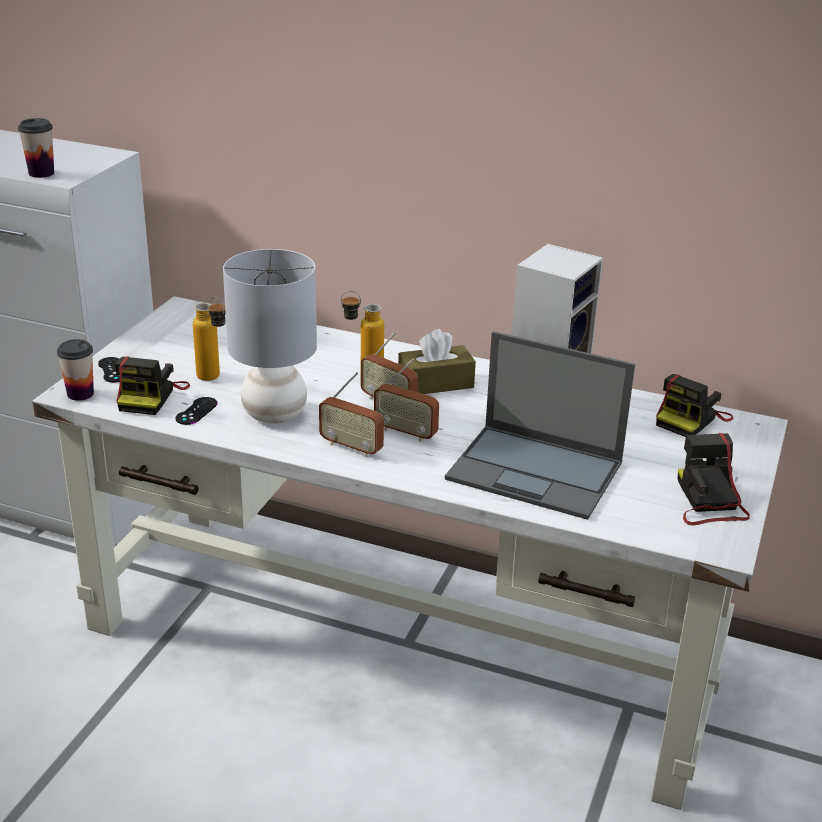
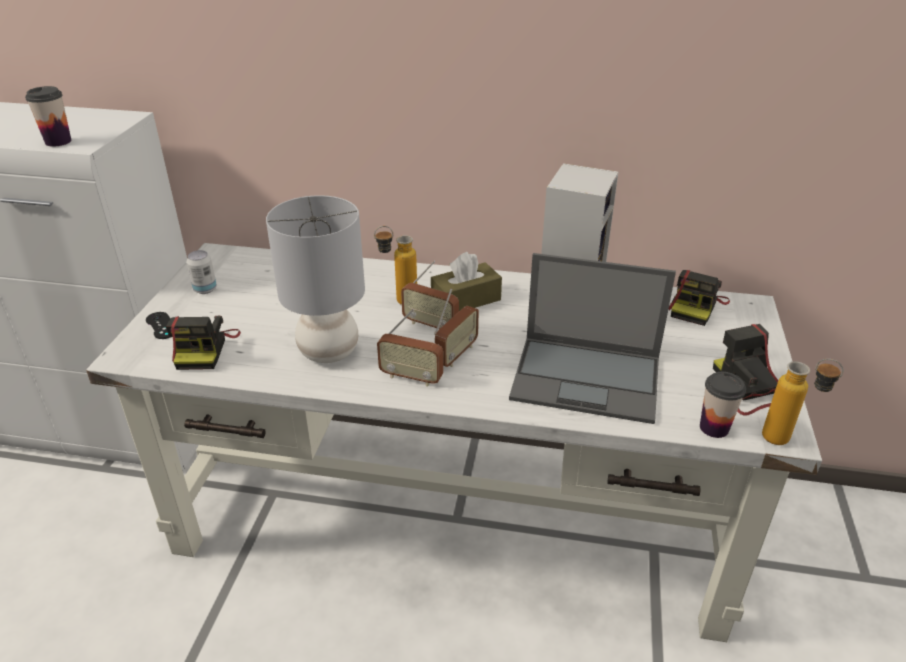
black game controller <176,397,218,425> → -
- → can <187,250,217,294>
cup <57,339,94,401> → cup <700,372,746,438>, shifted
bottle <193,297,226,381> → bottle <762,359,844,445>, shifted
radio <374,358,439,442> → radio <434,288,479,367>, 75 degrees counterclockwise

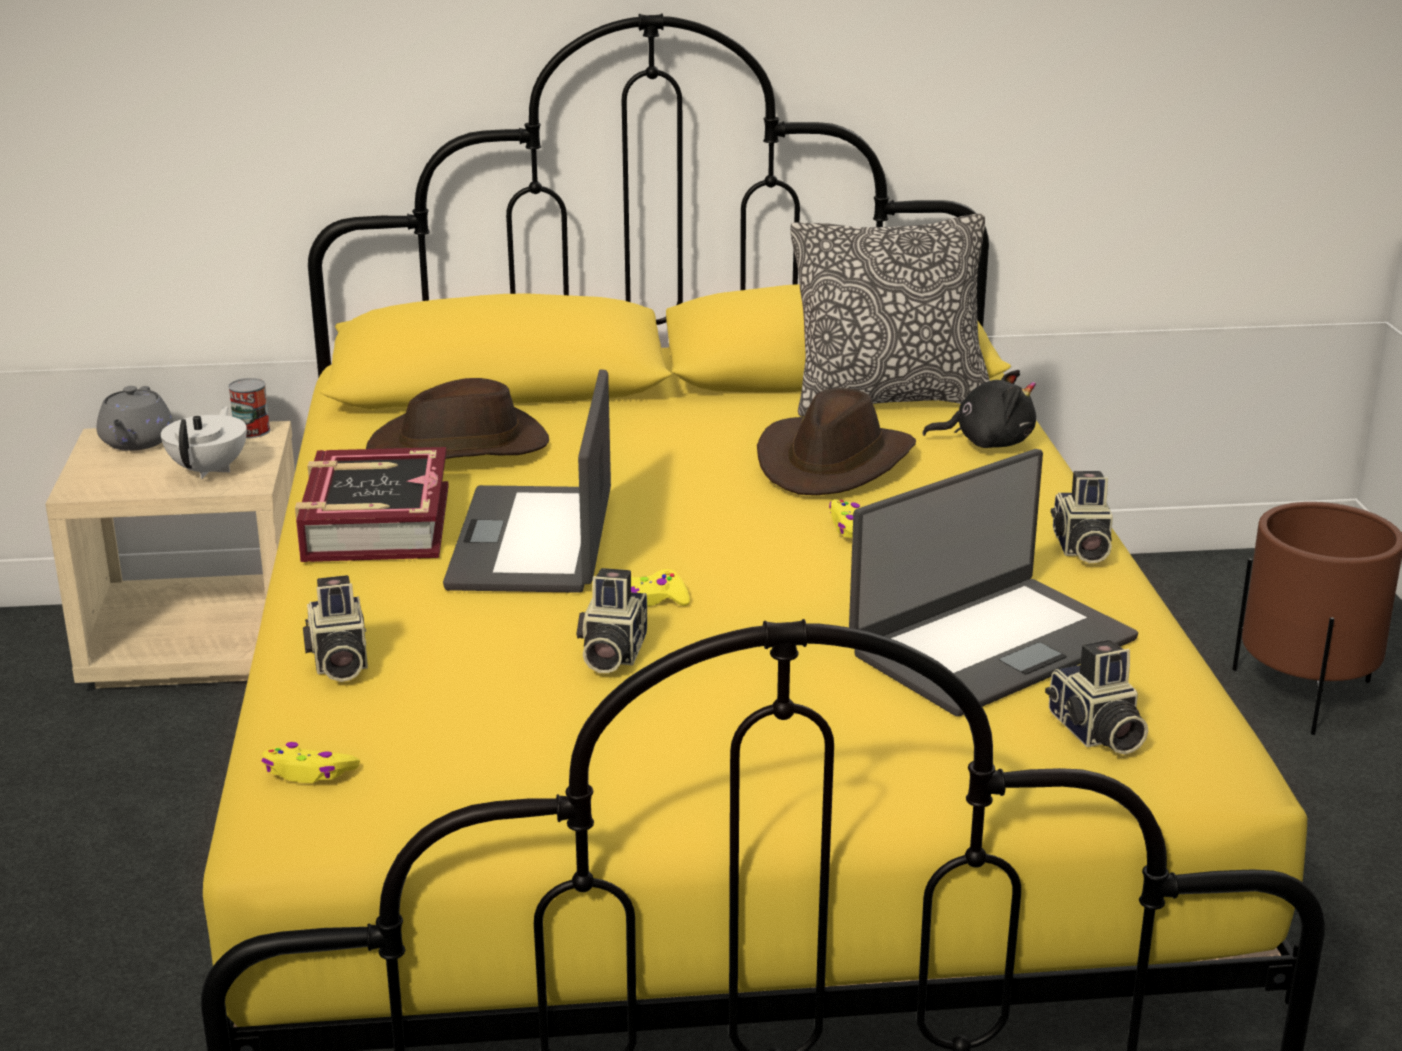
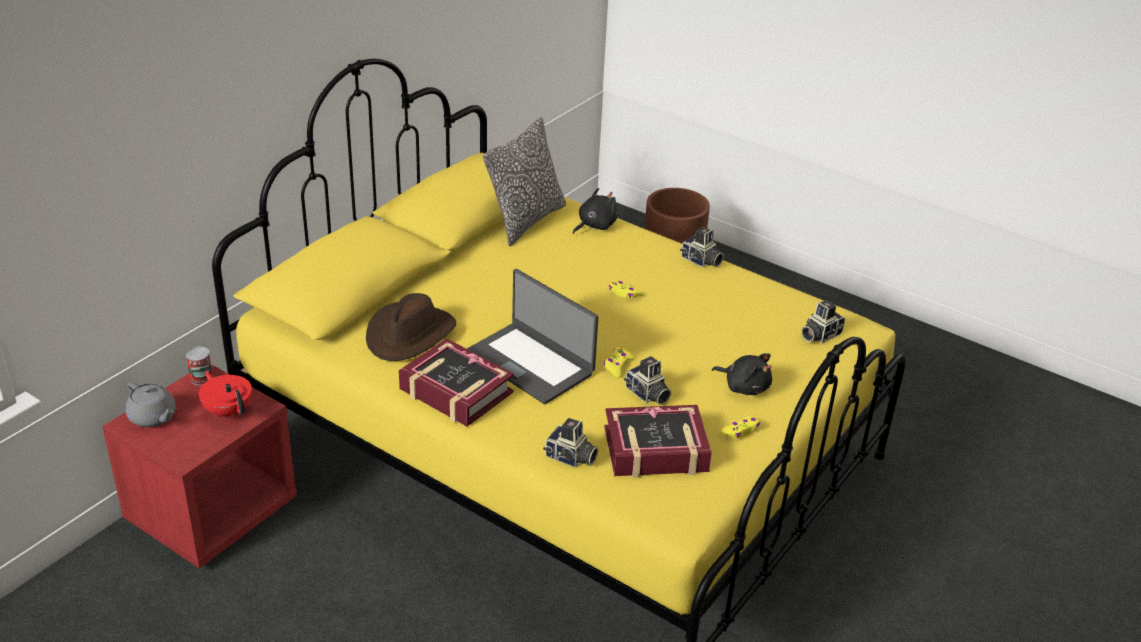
brown hat <757,388,916,495> → -
laptop <849,449,1138,717> → -
- → book <604,405,712,478>
- → black plush toy <712,353,772,395>
yellow game controller <261,742,360,783> → yellow game controller <720,416,760,438>, shifted
beige nightstand <46,421,295,689> → red nightstand <102,364,297,568>
white teapot <161,406,247,479> → red teapot <199,371,252,418>
photo camera <1045,640,1148,755> → photo camera <801,300,845,343>, 120 degrees clockwise

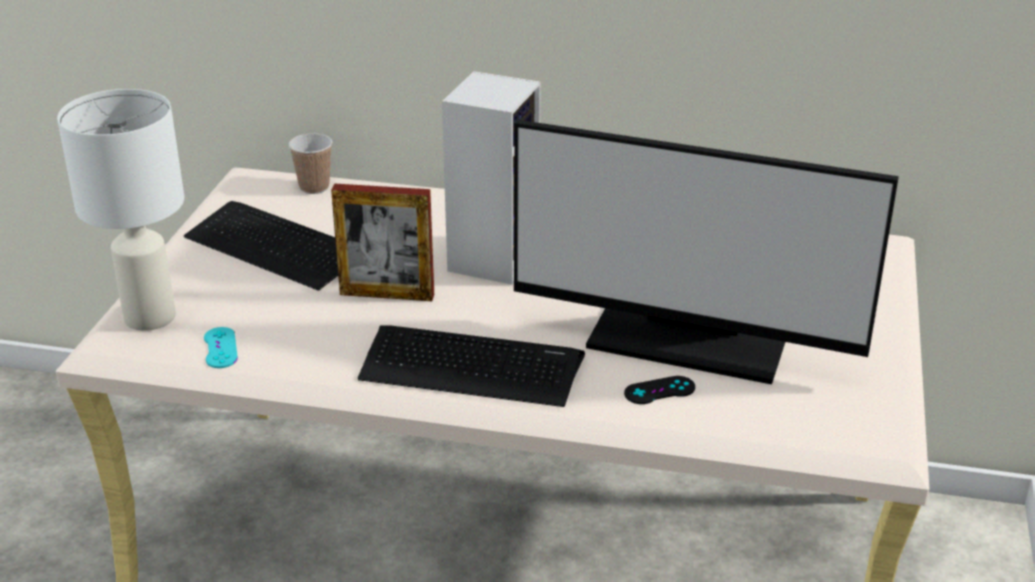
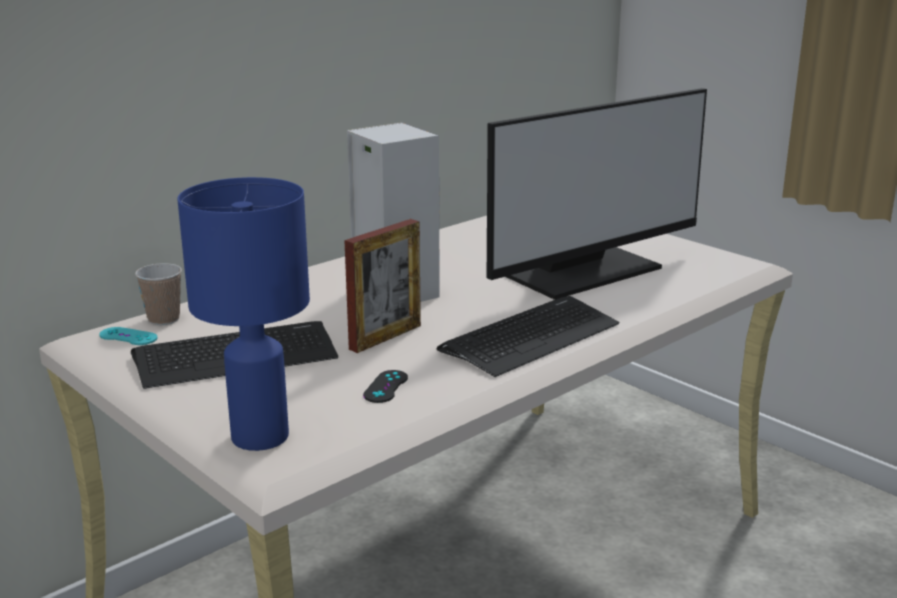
turquoise game controller <204,327,238,368> → turquoise game controller <99,327,157,345>, shifted
black game controller <624,376,695,404> → black game controller <363,370,408,403>, shifted
white table lamp <57,89,184,331> → blue table lamp <177,177,310,451>

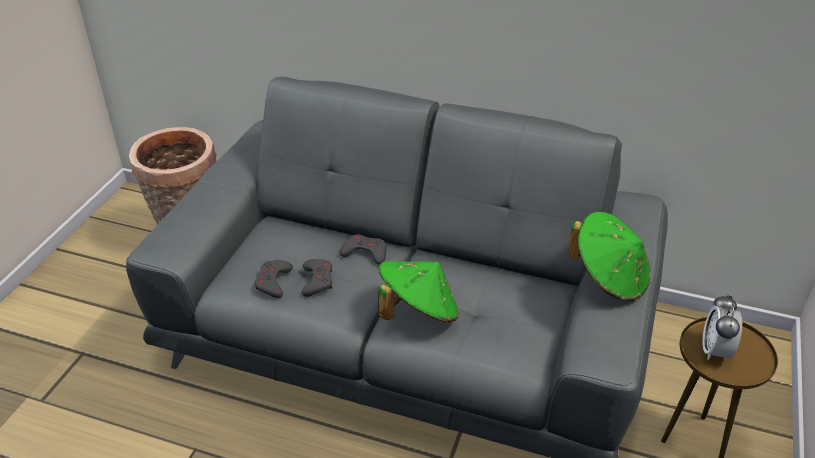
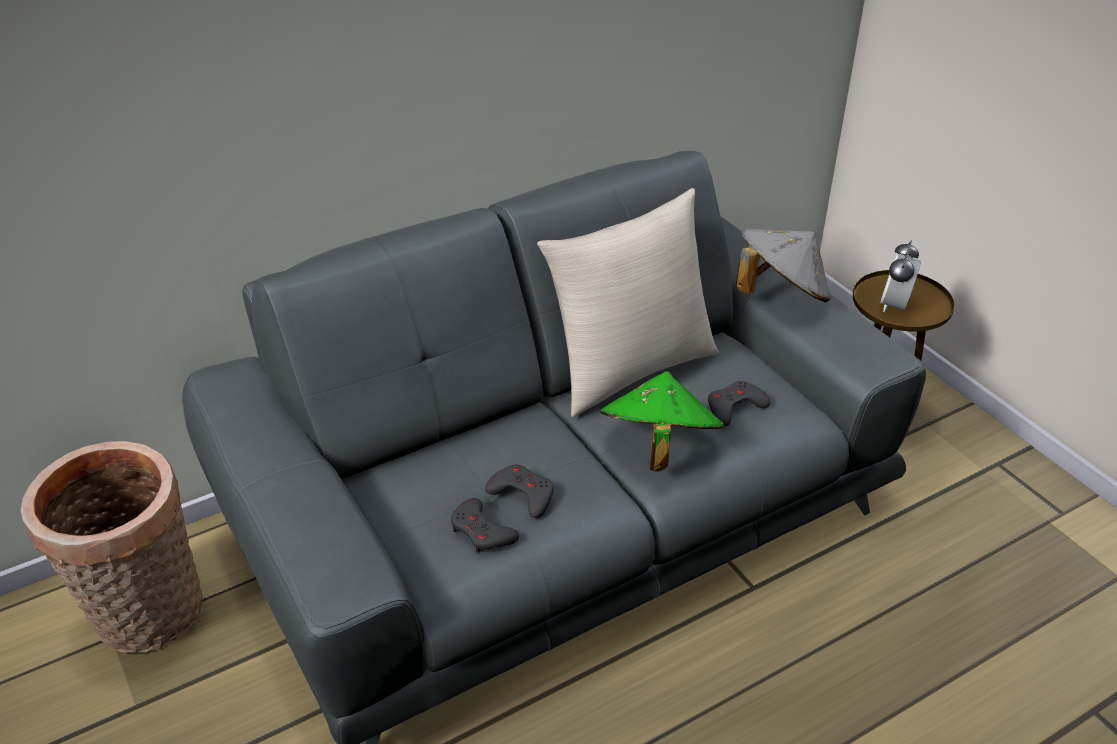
- → beige pillow <537,188,719,417>
grey game controller <340,234,386,264> → grey game controller <708,381,770,426>, shifted
green hat <569,212,651,301> → grey hat <736,229,831,302>
alarm clock <702,294,742,360> → alarm clock <880,241,921,312>, 60 degrees clockwise

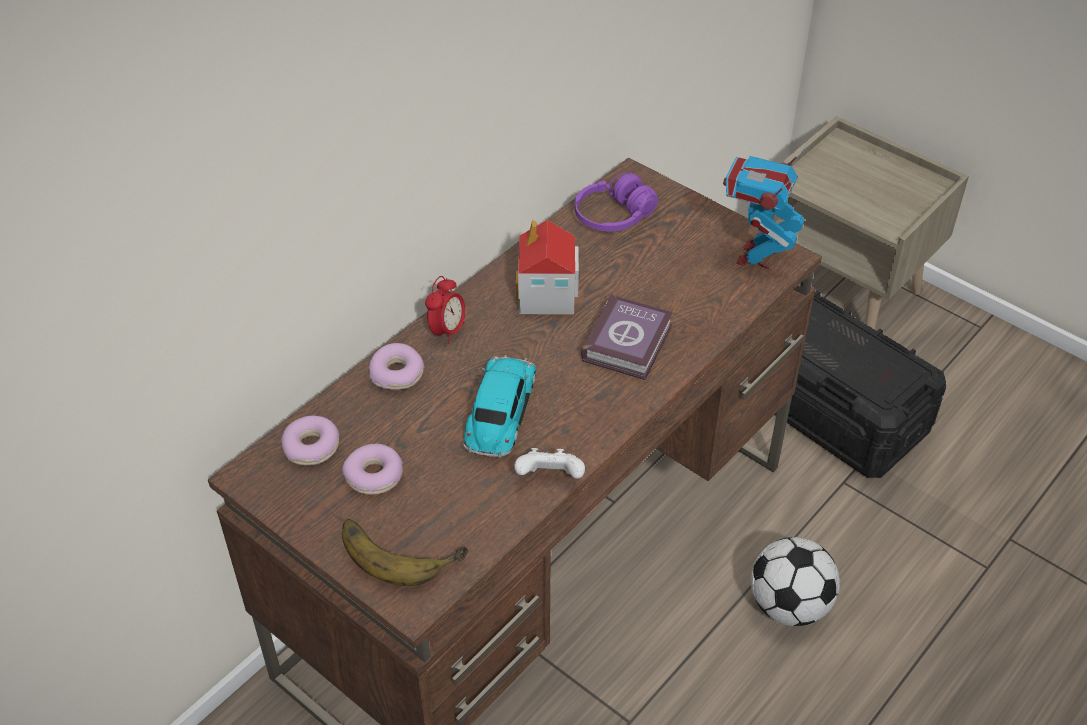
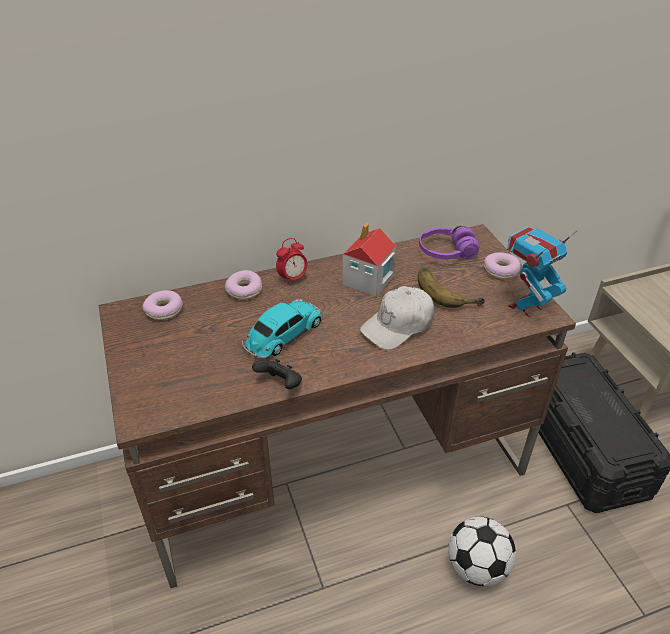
donut <342,444,403,495> → donut <484,252,521,279>, shifted
banana <342,519,468,586> → banana <418,267,485,308>, shifted
book <581,294,673,380> → white cap <360,286,434,350>
white game controller <514,448,585,479> → black game controller <252,359,302,389>

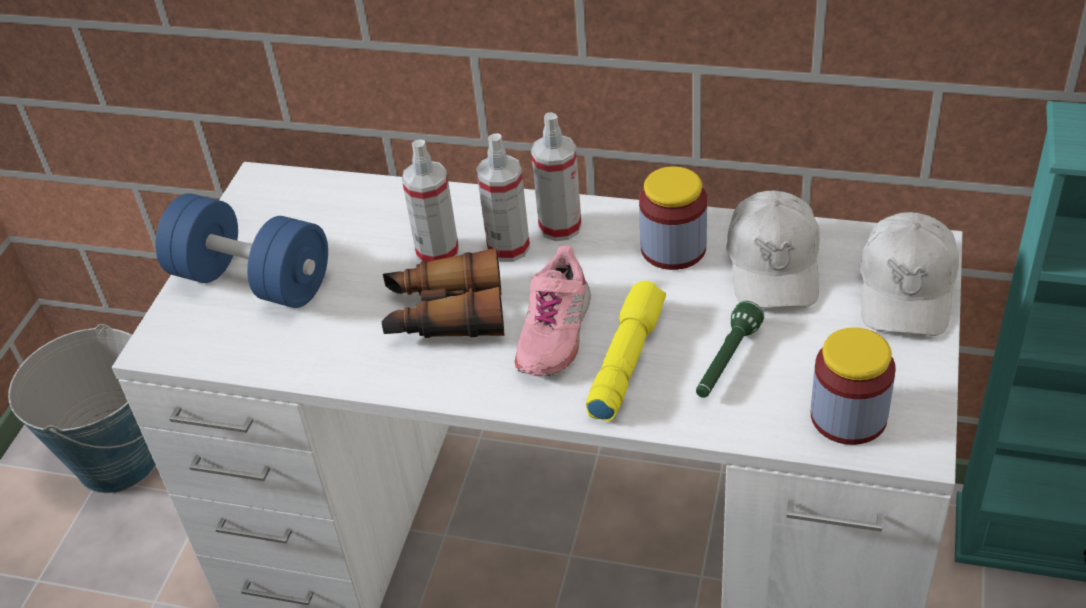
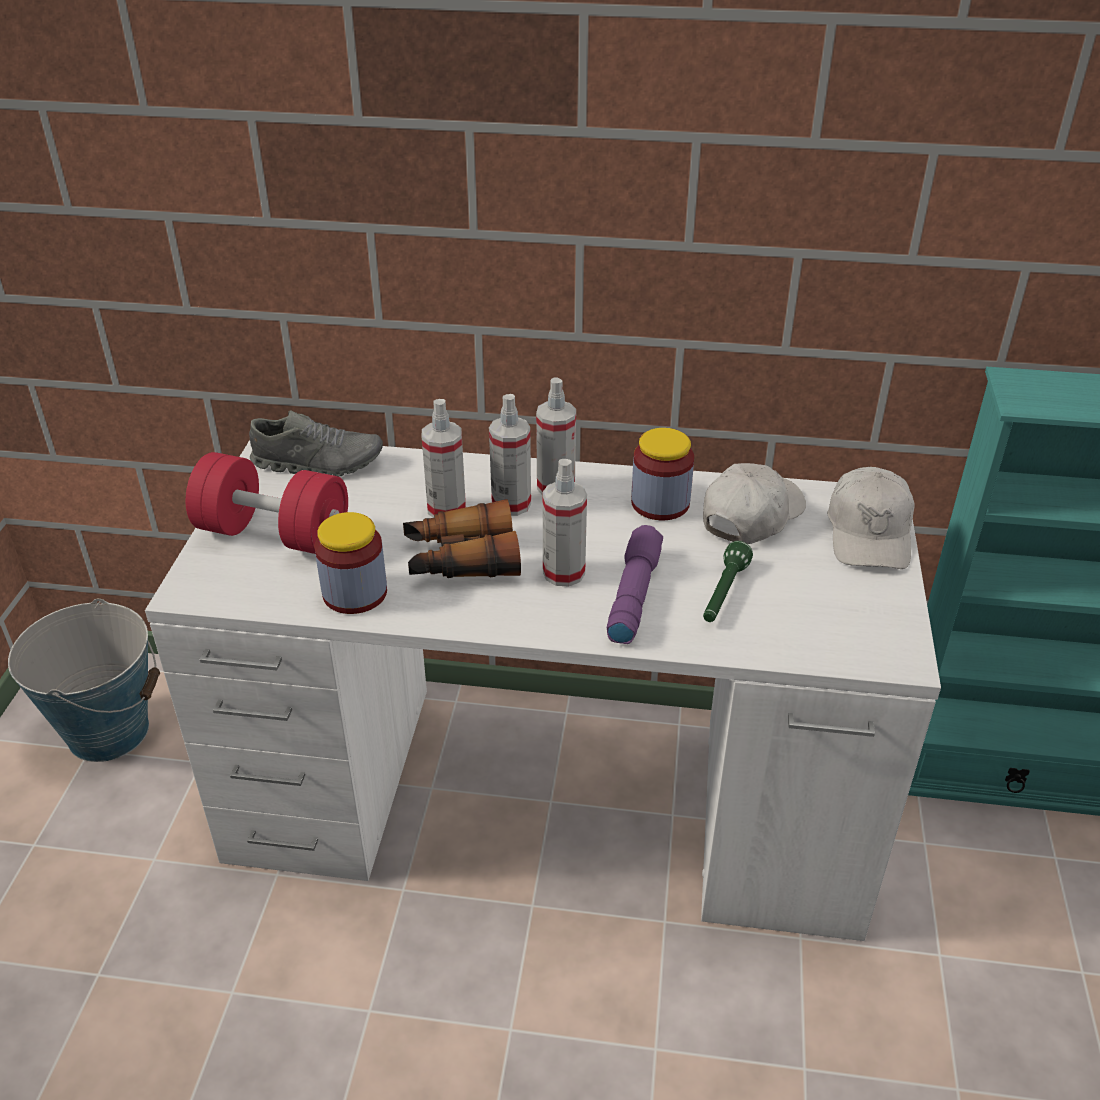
- → grey shoe <249,410,383,477>
jar <811,327,896,445> → jar <315,512,387,614>, shifted
pink shoe <514,246,591,376> → spray bottle <542,459,587,587>
blue dumbbell <155,193,328,308> → red dumbbell <186,452,348,554>
yellow flashlight <586,281,666,421> → purple flashlight <607,525,663,644>
white cap <726,190,820,308> → white cap <703,463,806,544>, 135 degrees counterclockwise

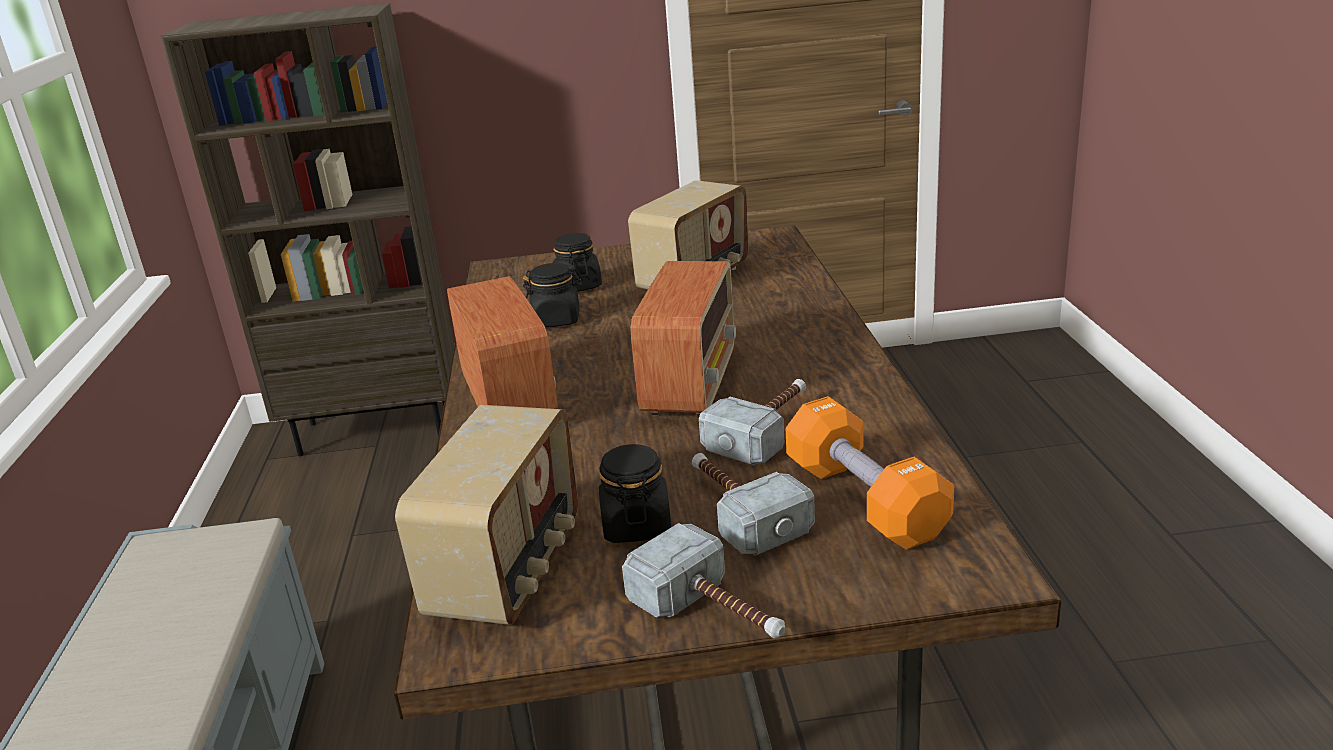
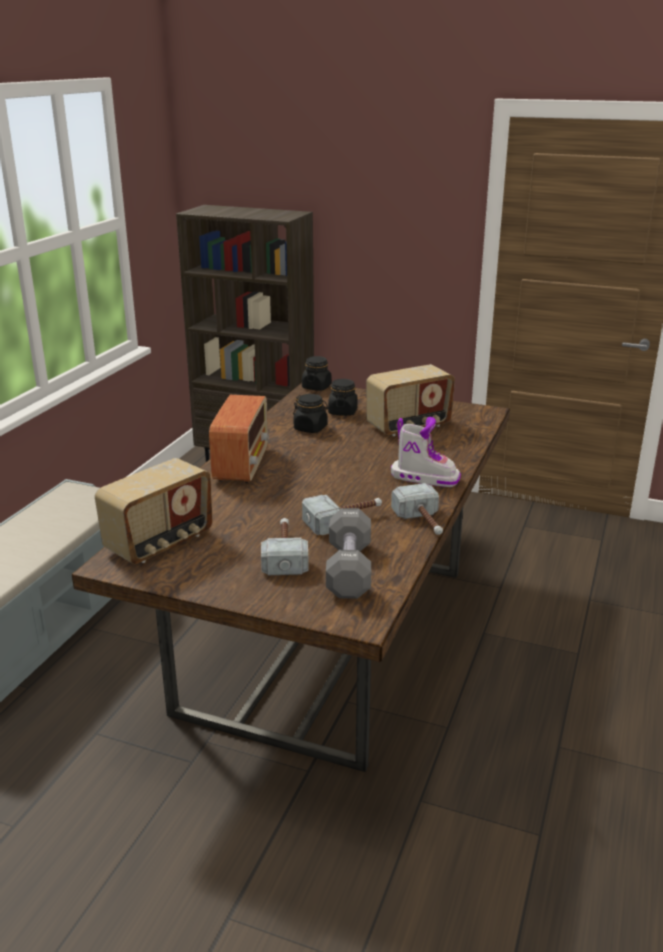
radio <631,261,736,417> → -
- → boot <391,417,461,487>
black jar <599,444,671,543> → black jar <302,356,332,391>, shifted
hammer <622,523,785,639> → hammer <391,483,443,535>, shifted
orange dumbbell <786,396,954,550> → grey dumbbell <326,508,371,599>

